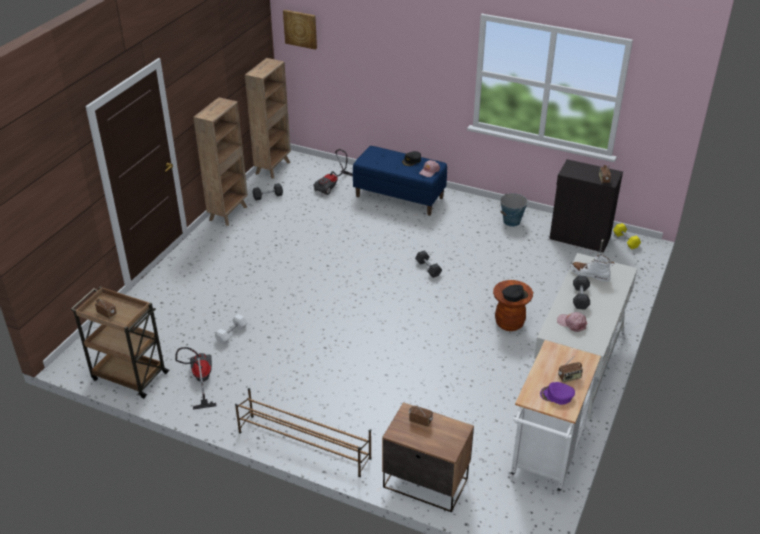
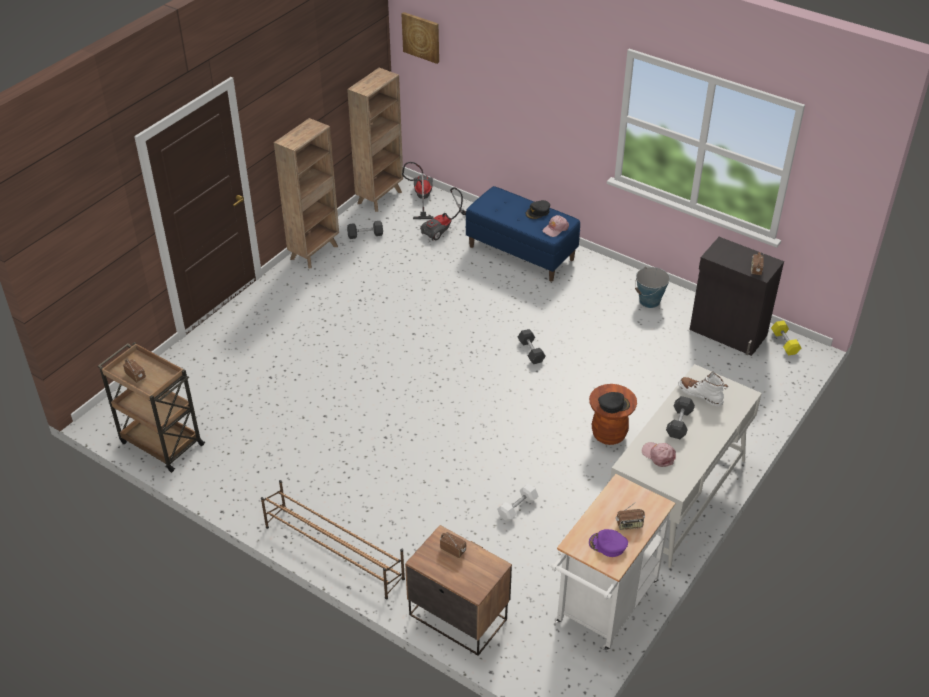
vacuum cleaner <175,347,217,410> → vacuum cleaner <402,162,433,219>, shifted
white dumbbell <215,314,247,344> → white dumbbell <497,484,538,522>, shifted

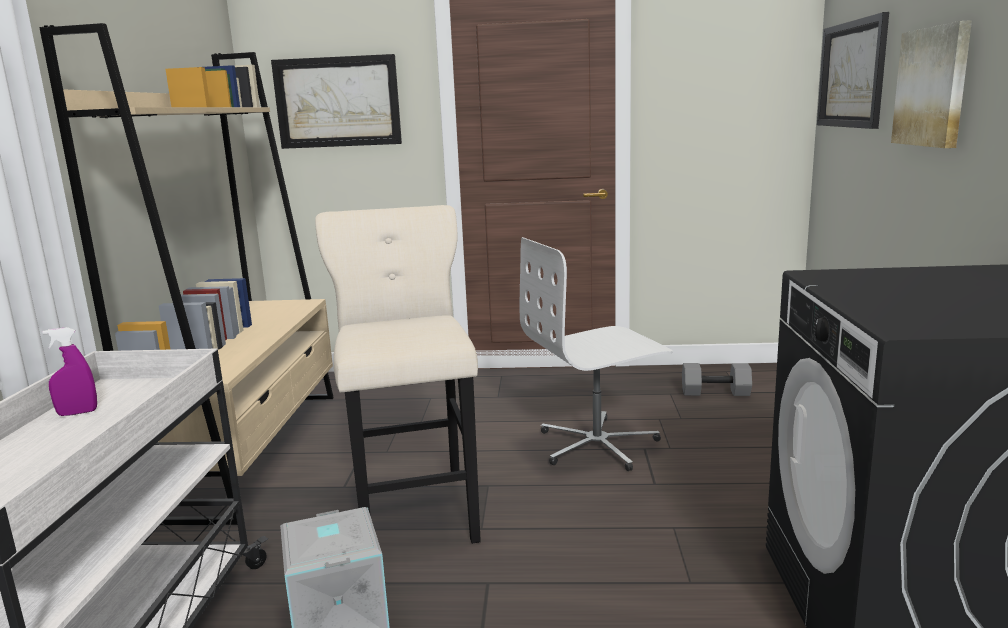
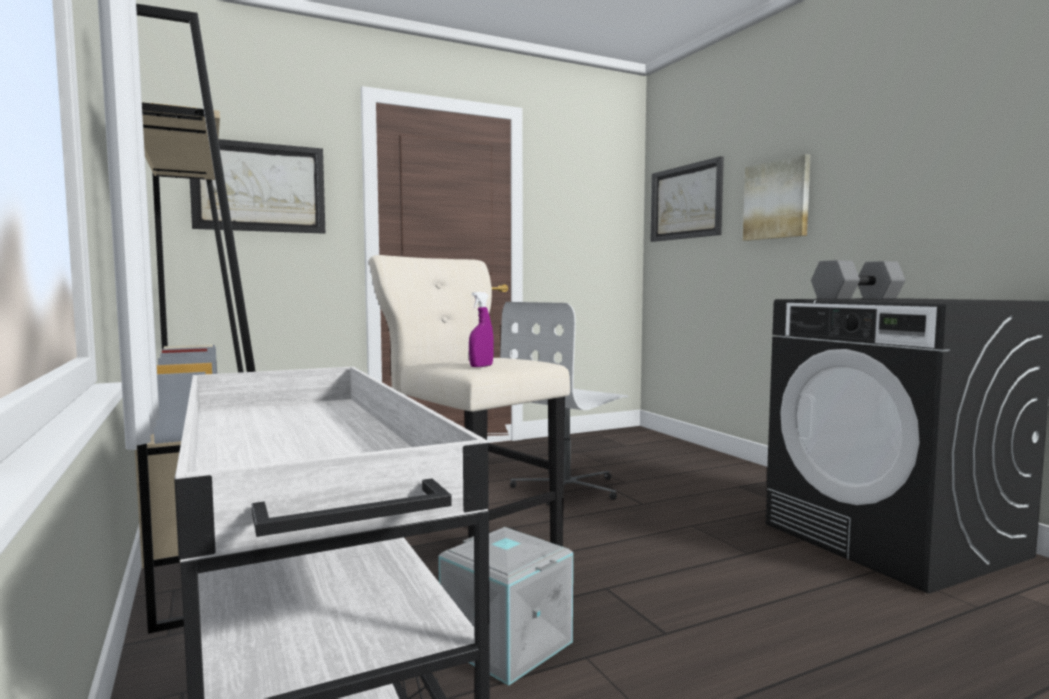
purple spray bottle <43,327,97,416> → purple spray bottle <469,292,494,367>, shifted
grey dumbbell <682,363,752,396> → grey dumbbell <811,260,905,300>, shifted

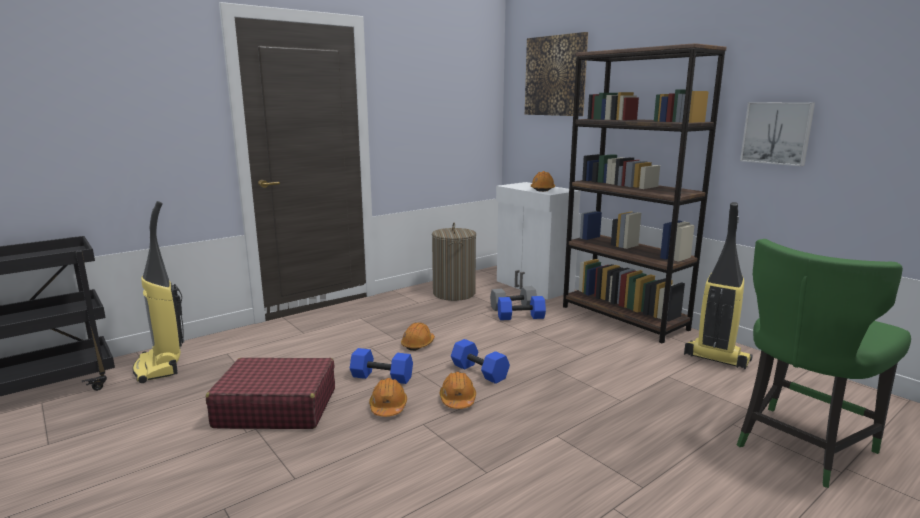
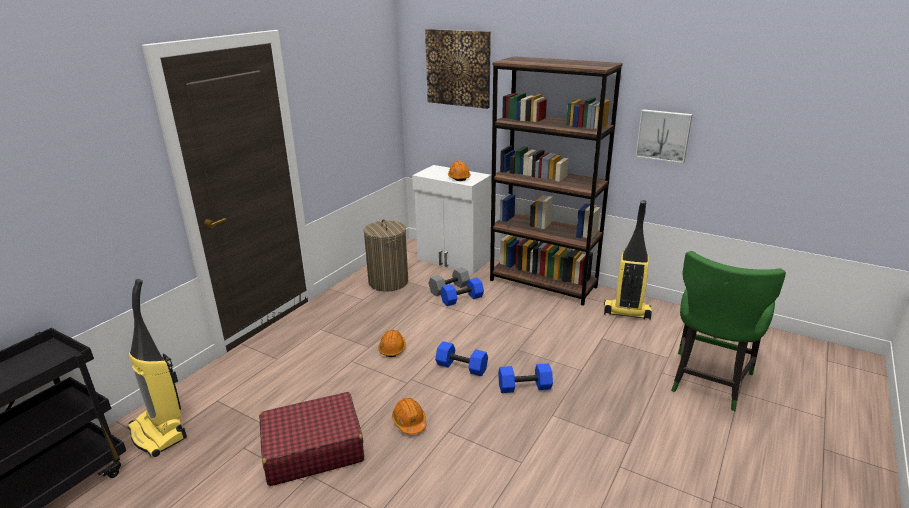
orange hard hat <440,371,476,409> → -
blue dumbbell <350,348,413,384> → blue dumbbell <498,363,553,393>, shifted

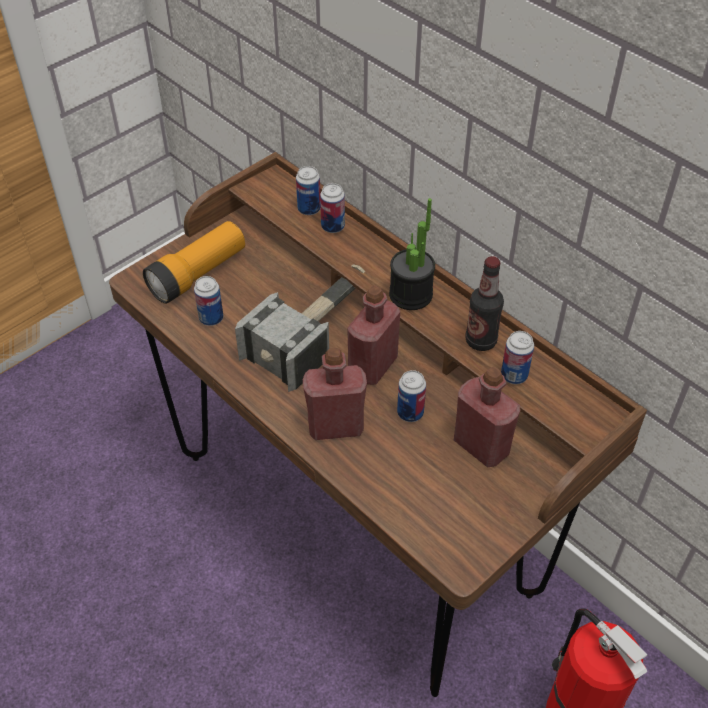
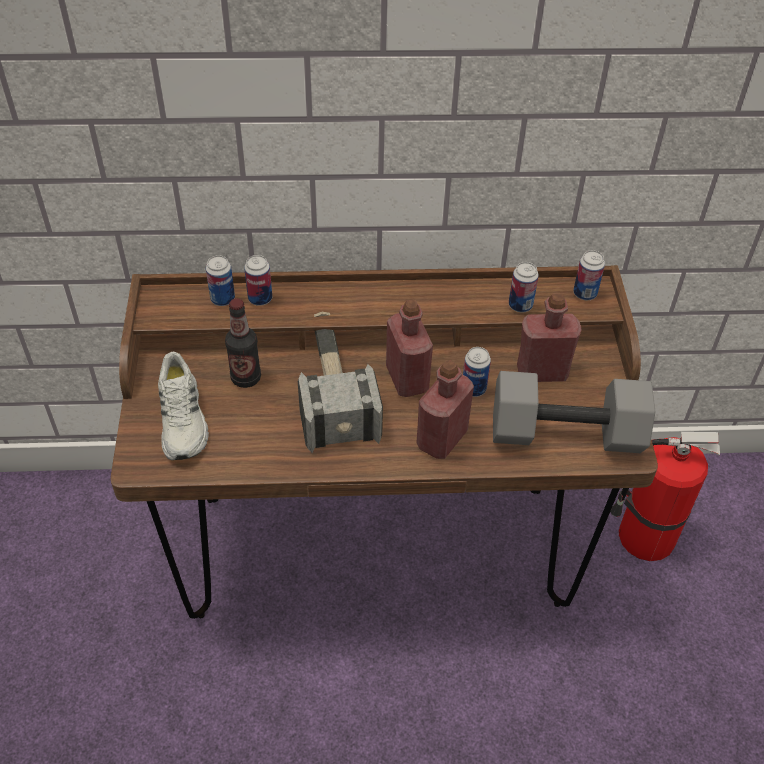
potted plant <389,198,435,310> → -
- → grey dumbbell <493,371,655,453>
can <194,276,223,326> → can <573,250,605,300>, shifted
bottle <465,256,504,351> → bottle <225,298,261,388>, shifted
flashlight <143,221,245,304> → white shoe <158,352,209,460>

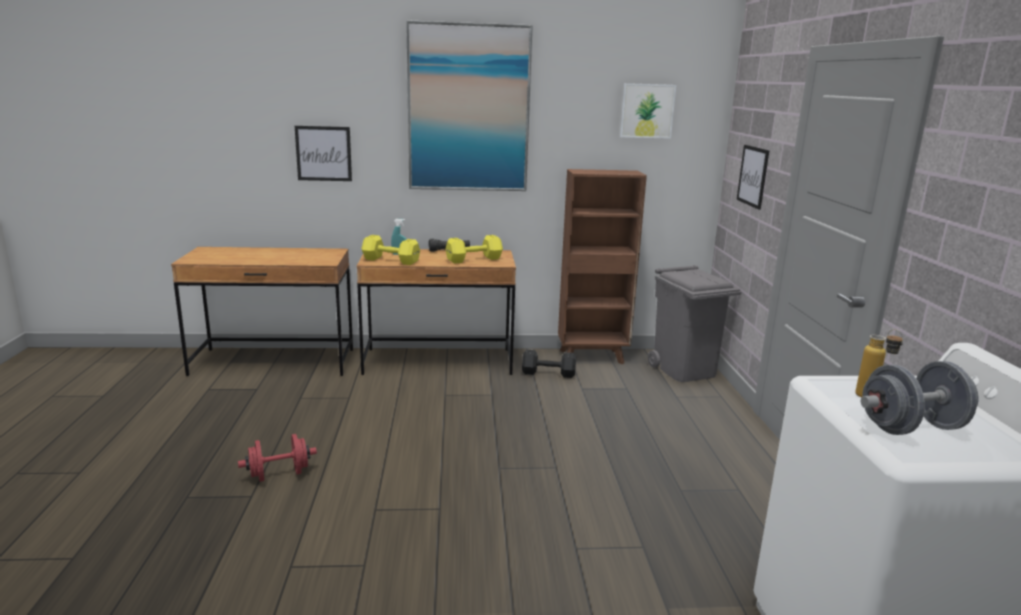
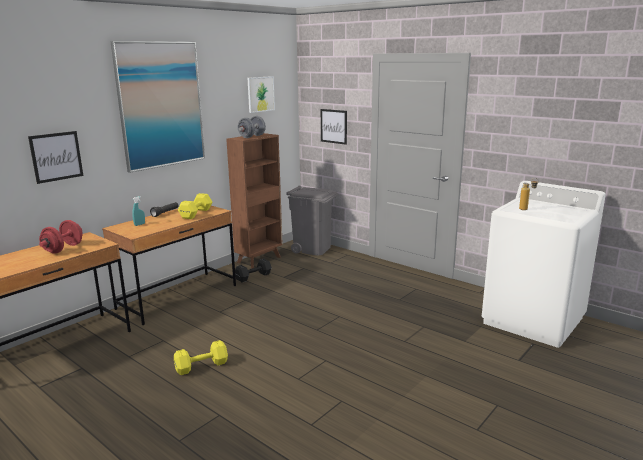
red dumbbell <238,434,317,482> → red dumbbell <39,220,83,254>, shifted
yellow dumbbell <361,235,420,265> → yellow dumbbell <174,340,228,375>, shifted
grey dumbbell <861,361,978,435> → grey dumbbell <238,116,266,138>, shifted

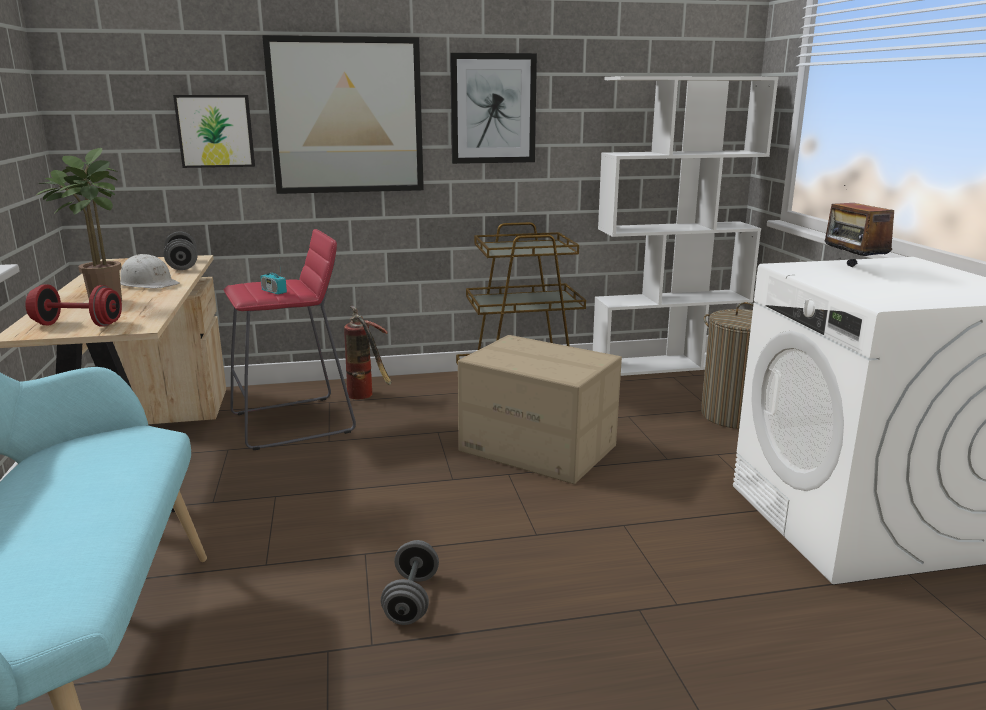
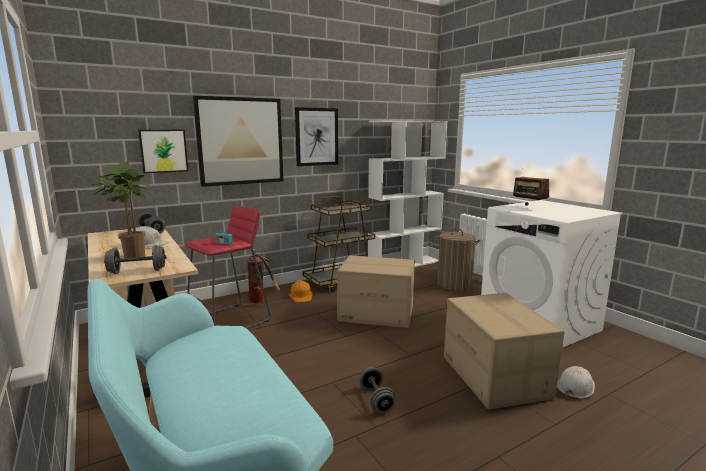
- → orange hard hat <289,280,313,302>
- → cardboard box <444,293,565,410>
- → white hard hat <557,366,595,398>
red dumbbell <25,284,122,326> → grey dumbbell <104,245,166,274>

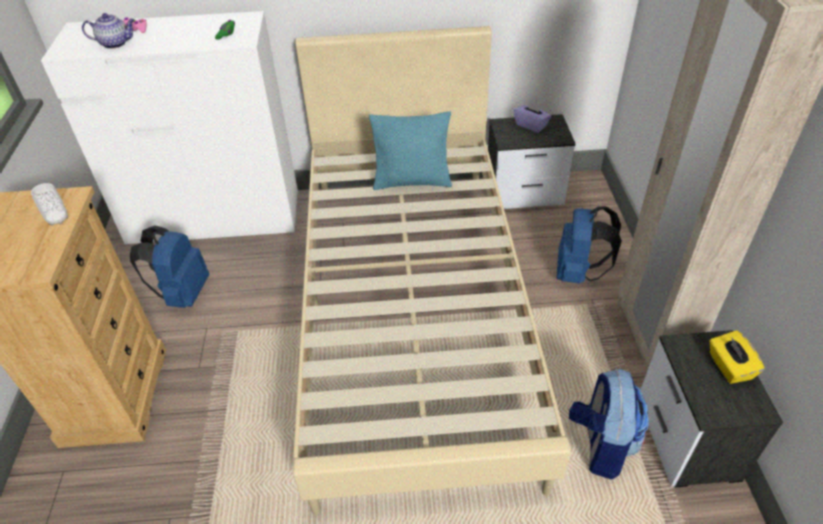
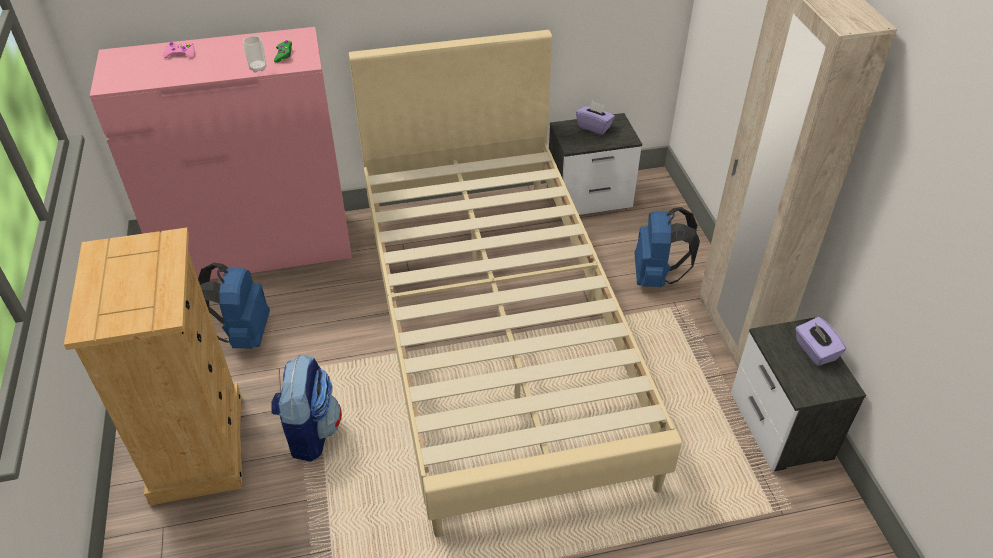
teapot <82,13,135,49> → -
turquoise pillow <369,111,452,190> → -
cup <31,183,68,225> → cup <243,36,267,73>, shifted
backpack <569,369,649,480> → backpack <271,355,342,462>, shifted
white dresser <41,11,298,244> → pink dresser <90,27,352,279>
yellow tissue box <709,330,765,384> → purple tissue box <795,317,846,366>

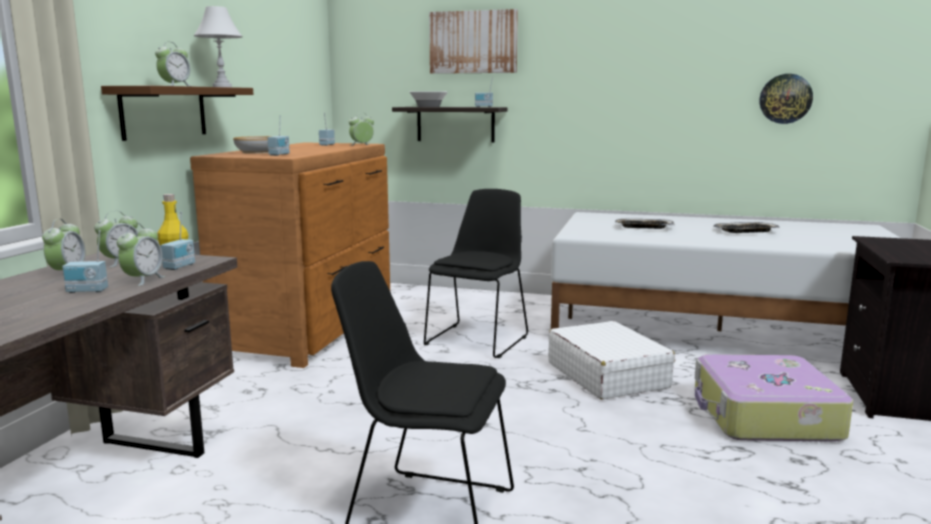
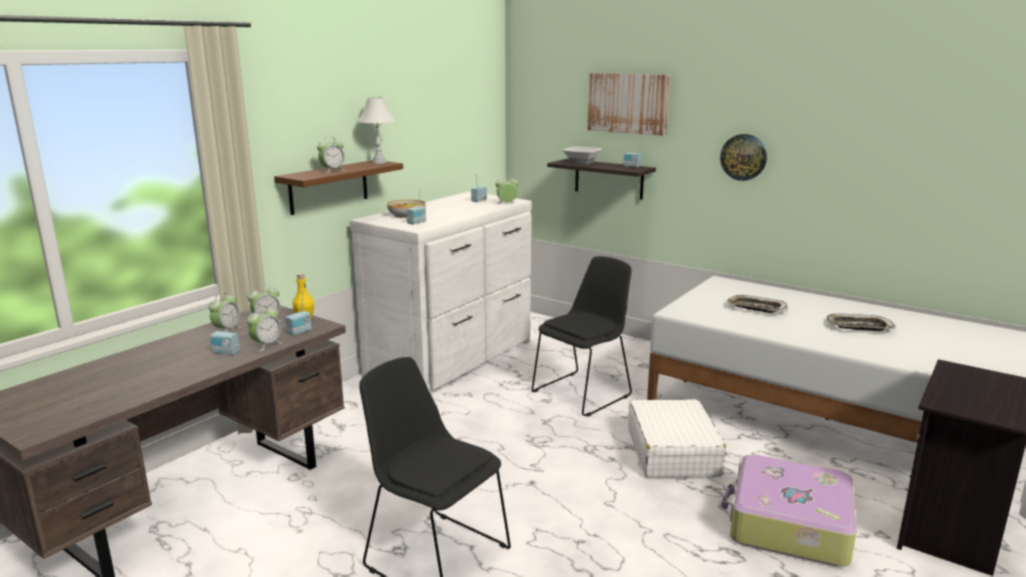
wall clock <760,74,813,124> → wall clock <720,134,767,181>, shifted
brown dresser <190,142,390,368> → white dresser <350,192,532,390>

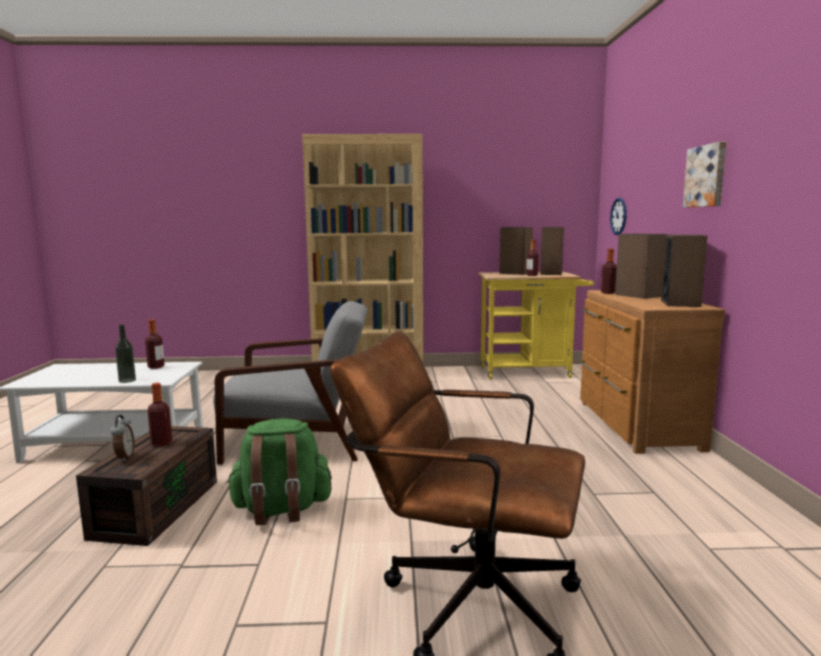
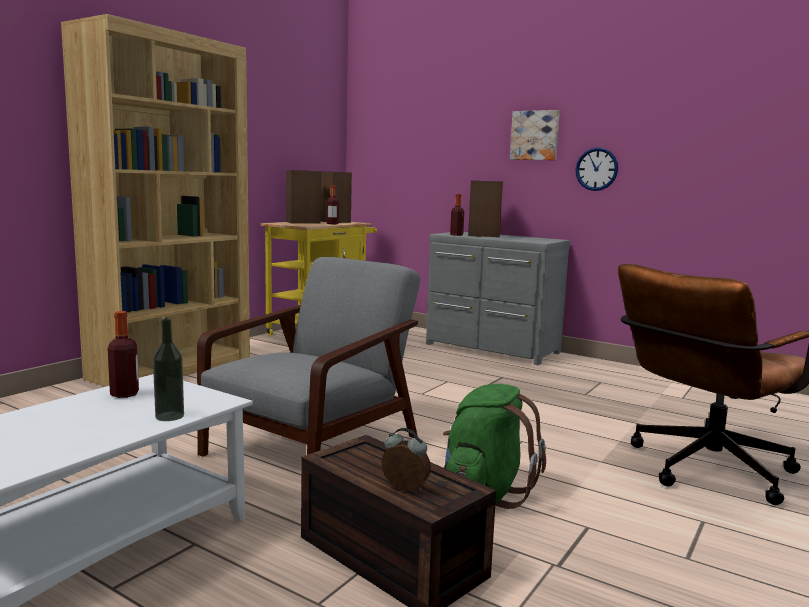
bottle <147,383,172,447> → -
speaker <661,235,707,307> → -
wall clock <610,198,626,235> → wall clock <575,147,618,191>, shifted
brown dresser <580,290,725,454> → grey dresser <426,232,570,365>

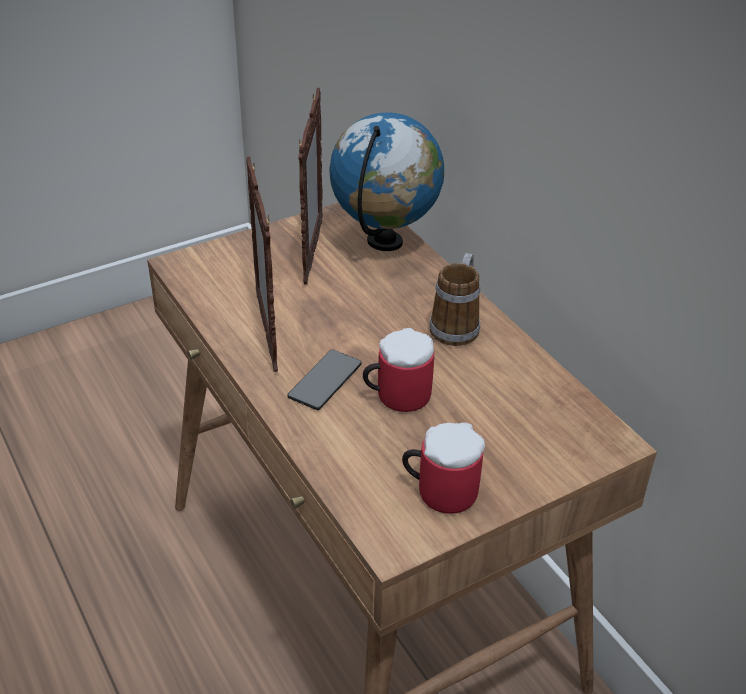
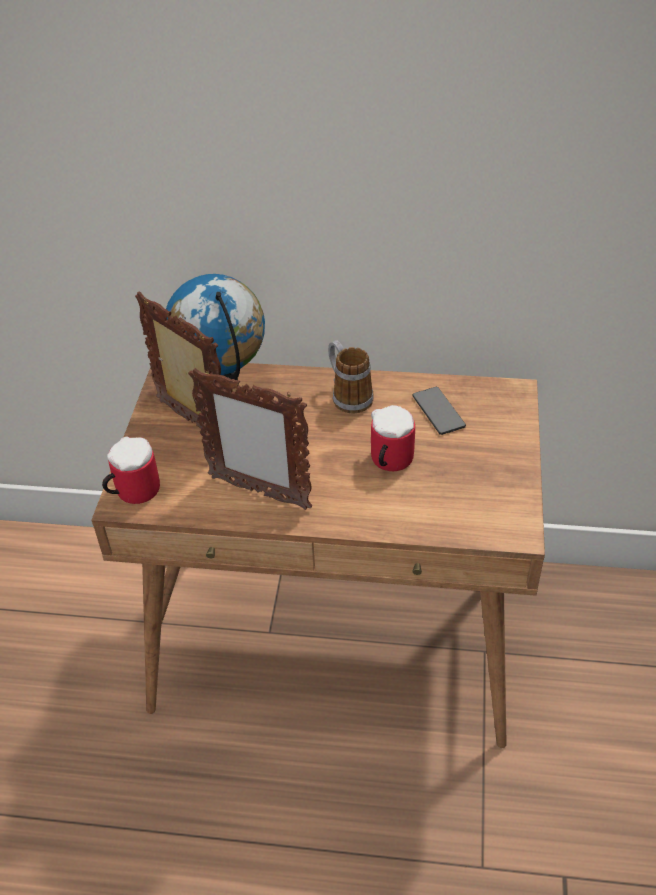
phone <287,350,362,410> → phone <412,387,466,435>, shifted
mug <402,423,485,514> → mug <102,436,160,504>, shifted

